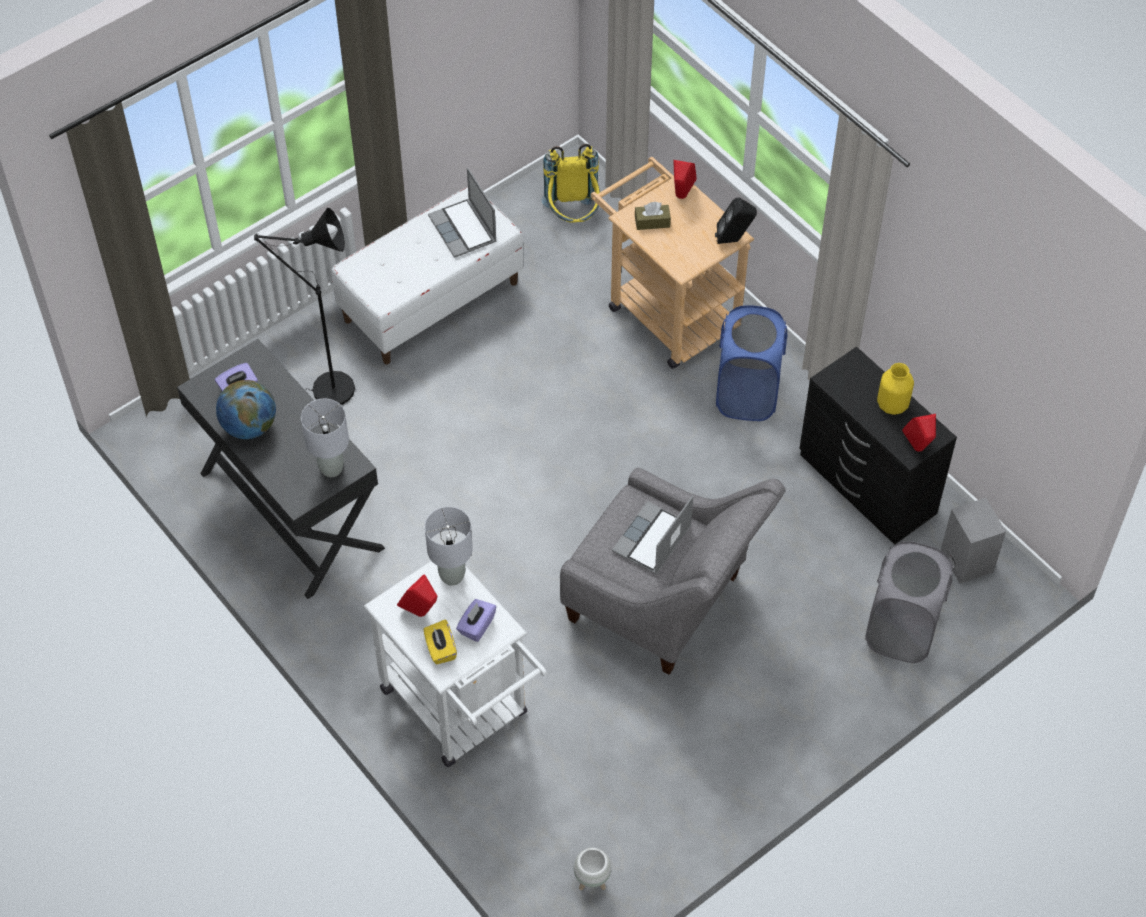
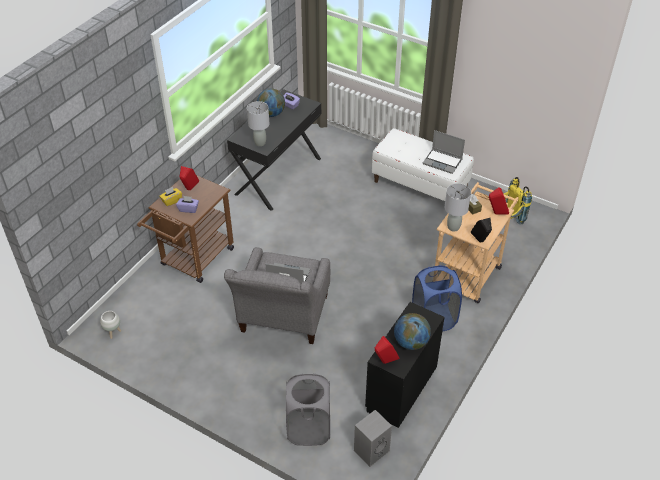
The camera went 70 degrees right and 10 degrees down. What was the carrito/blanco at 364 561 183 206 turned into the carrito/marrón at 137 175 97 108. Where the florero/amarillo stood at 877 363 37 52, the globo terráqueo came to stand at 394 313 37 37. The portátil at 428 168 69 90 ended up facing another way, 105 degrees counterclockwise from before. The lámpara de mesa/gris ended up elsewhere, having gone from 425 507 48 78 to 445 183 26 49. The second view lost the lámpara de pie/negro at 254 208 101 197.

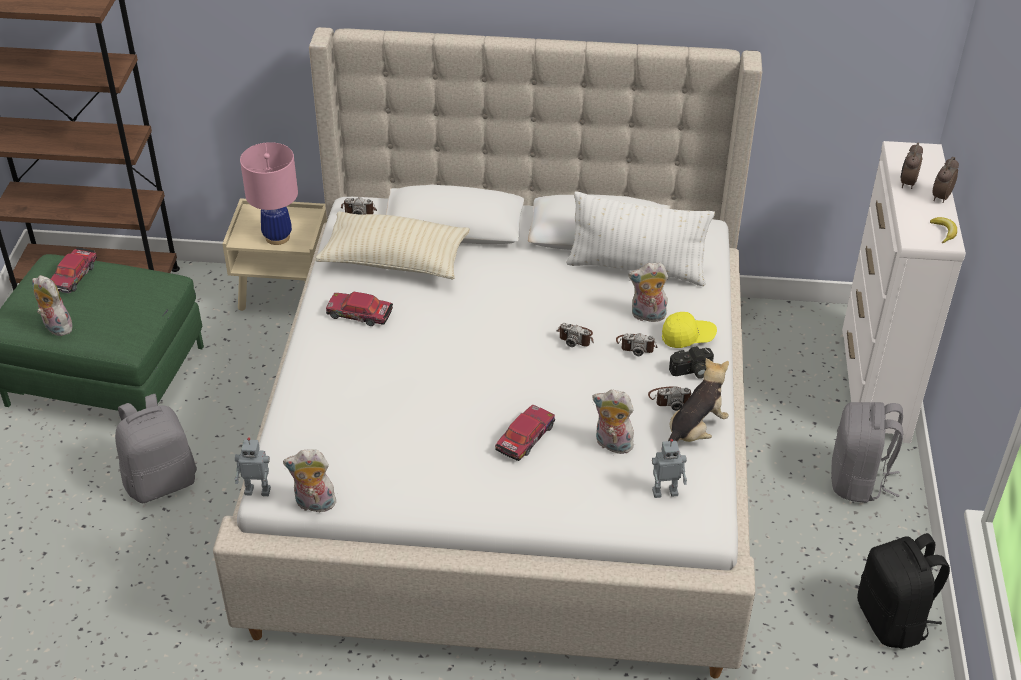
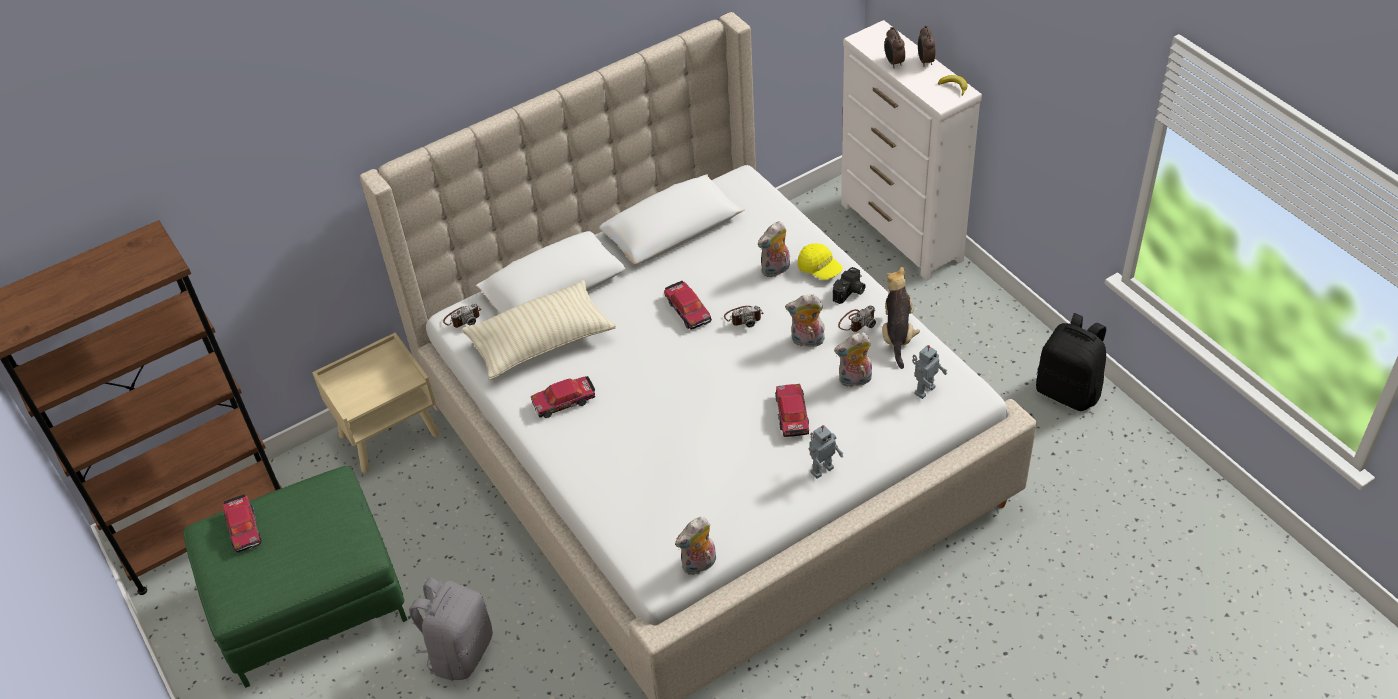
The camera went 35 degrees left and 5 degrees up. The second view gained the coche de juguete at 664 281 48 49. The peluche ended up elsewhere, having gone from 32 275 41 61 to 785 294 40 53. The gorra/amarillo at 662 312 55 36 ended up facing another way, 90 degrees clockwise from before. The robot de juguete ended up elsewhere, having gone from 235 437 36 59 to 809 425 35 54. The second view lost the lámpara de mesa/rosa at 240 142 58 103. The second view lost the cojín/blanco at 566 191 149 95. The second view lost the cámara at 616 333 42 23. The second view lost the mochila/gris at 831 402 72 101.

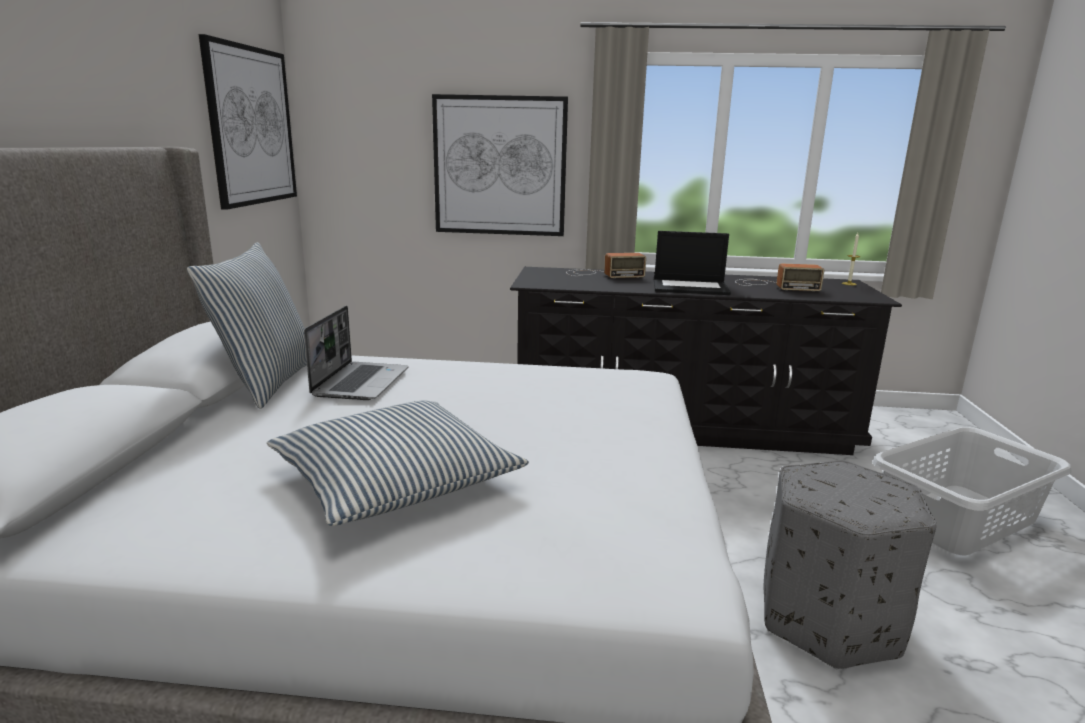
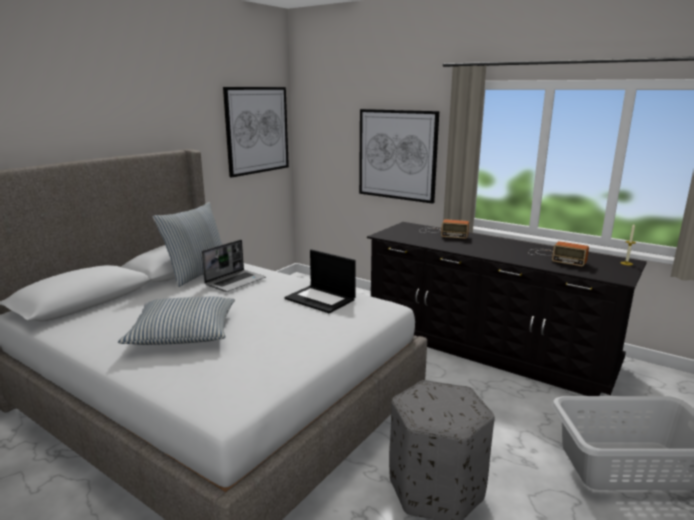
The camera went 30 degrees right and 0 degrees up. The portátil ended up elsewhere, having gone from 654 231 77 64 to 285 249 71 64.

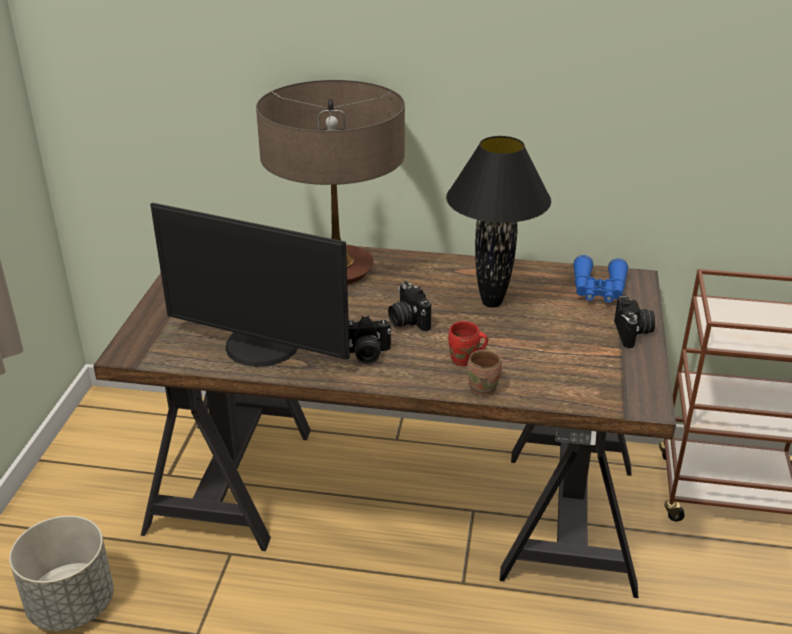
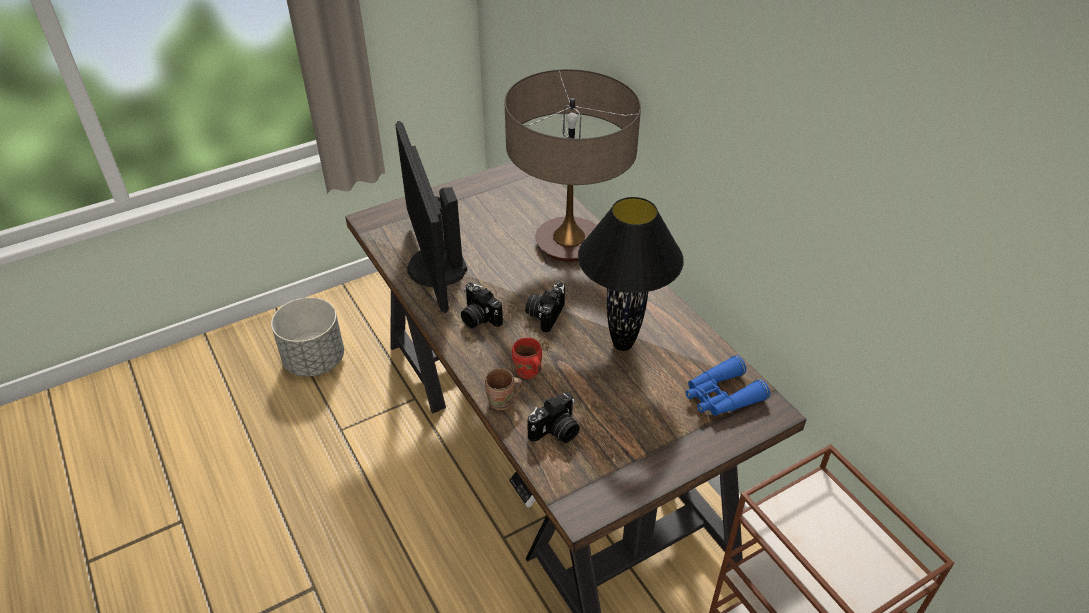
The camera went 50 degrees right and 10 degrees up. The cámara ended up elsewhere, having gone from 614 295 41 53 to 527 392 53 51.

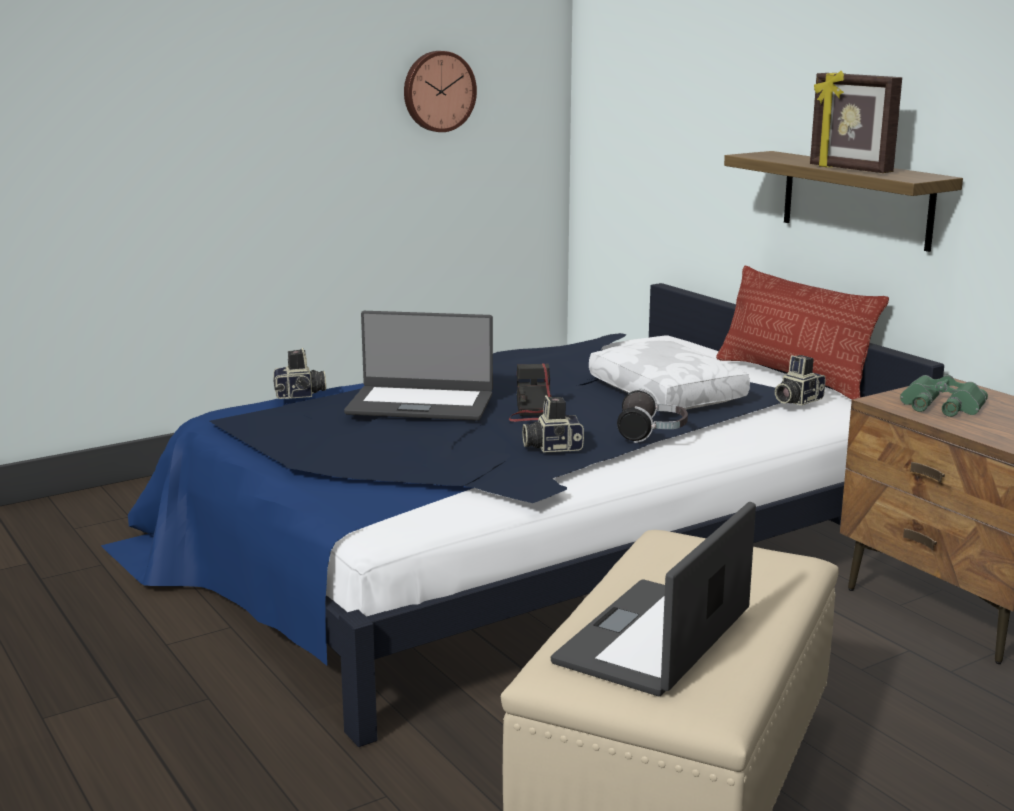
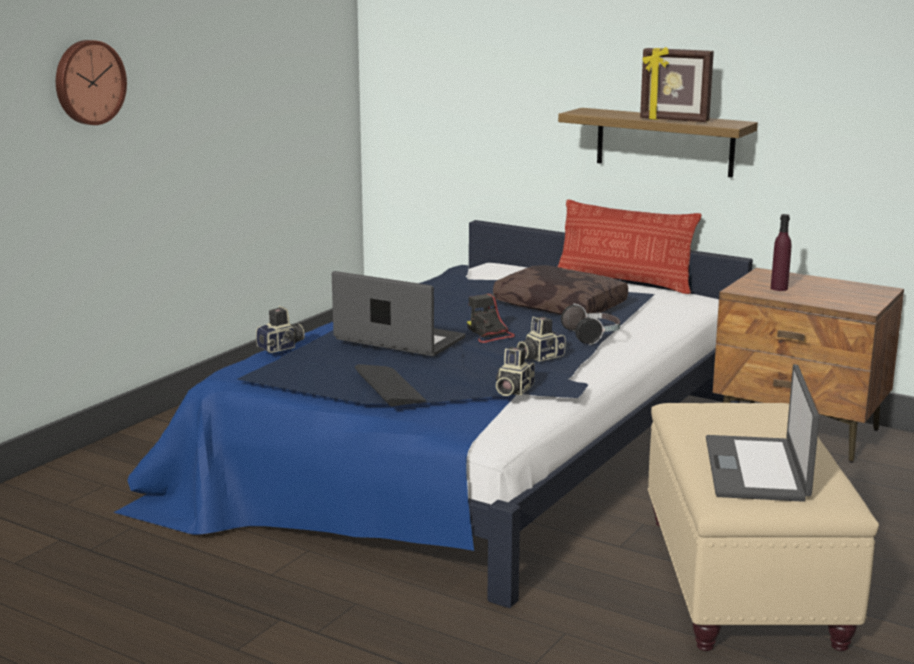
The camera went 25 degrees left and 0 degrees up. The reloj de pared ended up elsewhere, having gone from 404 51 73 81 to 56 40 71 85. The portátil at 344 311 149 110 ended up facing another way, 135 degrees counterclockwise from before. The second view gained the teclado at 355 364 71 42. What was the cojín/blanco at 589 340 161 70 turned into the cojín/marrón at 493 265 135 50. The cámara ended up elsewhere, having gone from 775 355 51 51 to 496 347 39 49. Where the prismáticos/verde stood at 900 375 88 42, the botella/morado came to stand at 771 214 20 77.

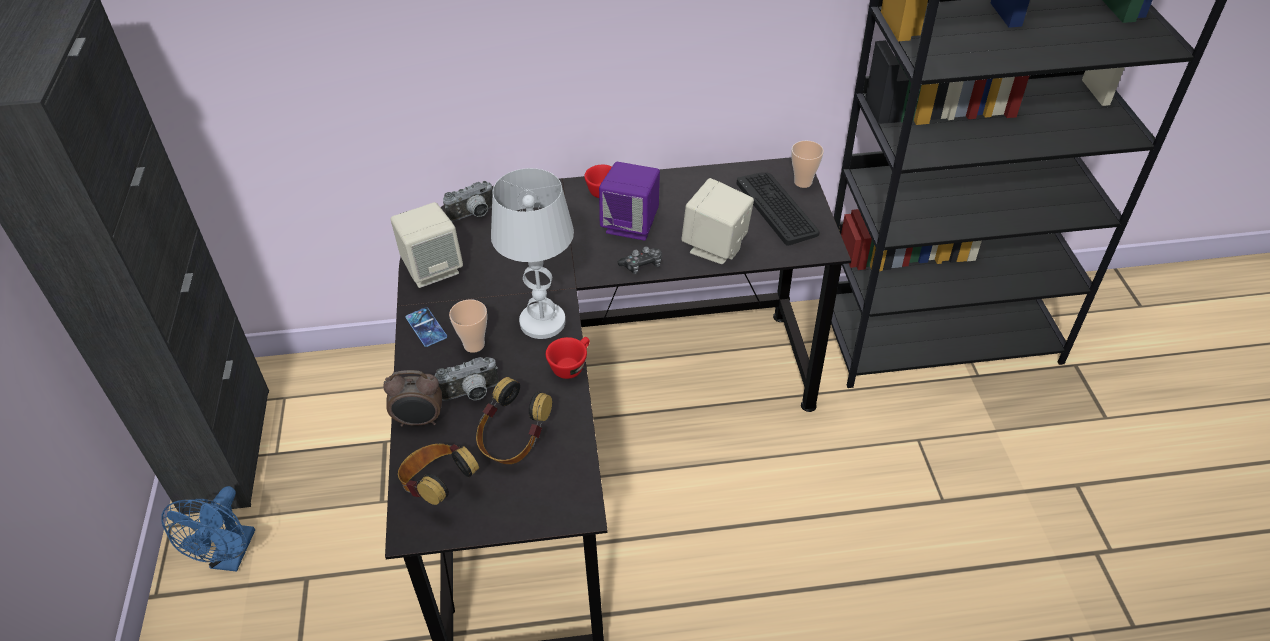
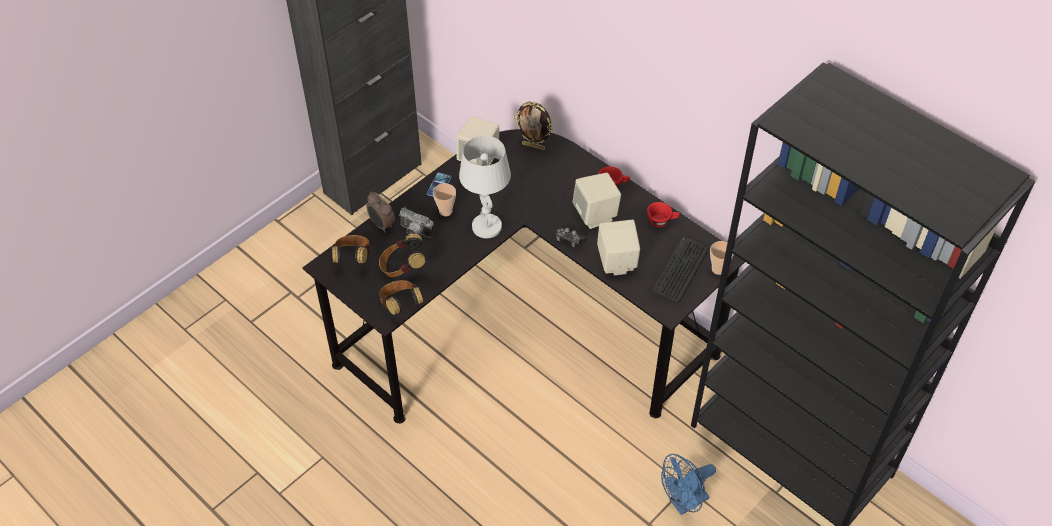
The camera went 50 degrees right and 5 degrees up. The second view gained the auriculares at 379 280 44 35. Where the cámara stood at 443 181 50 41, the portarretratos came to stand at 514 102 39 48. What was the altavoz/morado at 599 162 61 79 turned into the altavoz/beis at 573 173 48 56. The taza/rojo ended up elsewhere, having gone from 546 337 44 42 to 647 202 33 25. The ventilador/azul ended up elsewhere, having gone from 161 486 94 86 to 661 454 55 61.

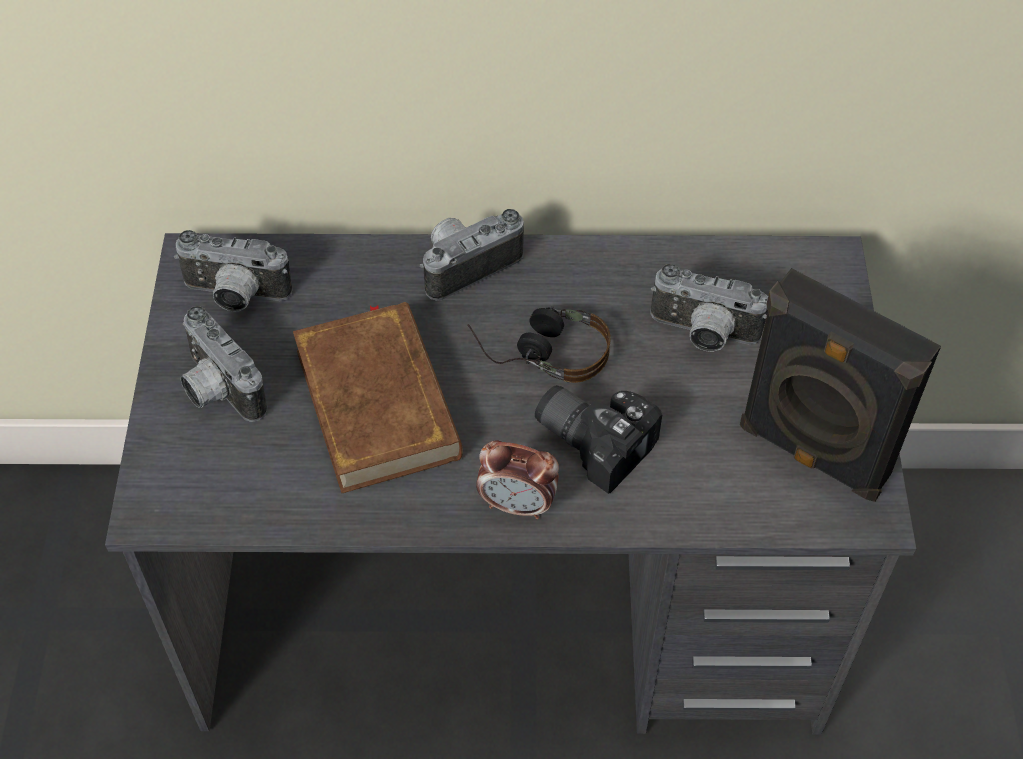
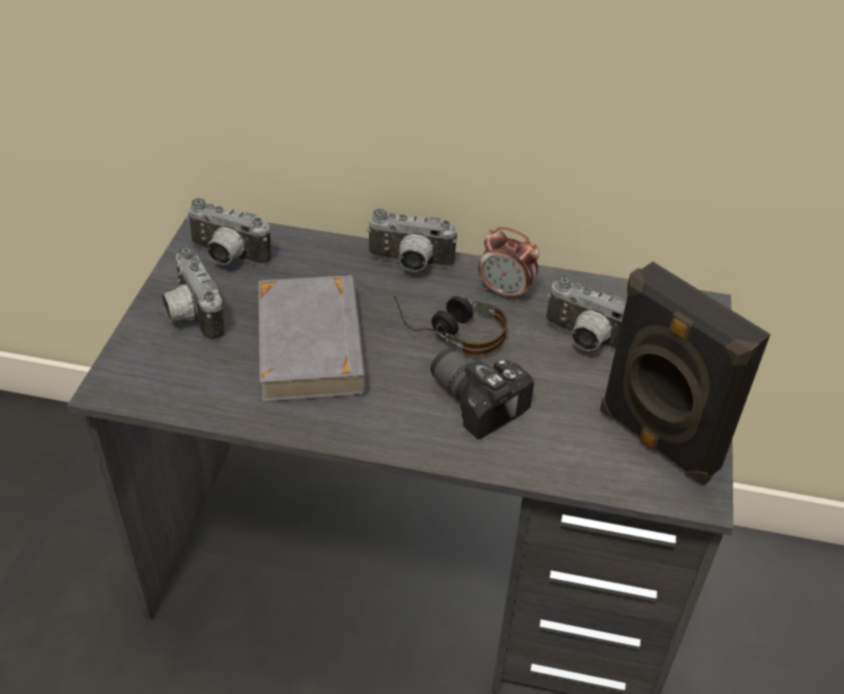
The camera went 10 degrees right and 10 degrees down. What was the libro/marrón at 293 302 170 191 turned into the libro/gris at 258 275 108 127. The cámara at 420 209 104 92 ended up facing another way, 150 degrees counterclockwise from before. The despertador ended up elsewhere, having gone from 476 441 83 78 to 478 227 61 75.

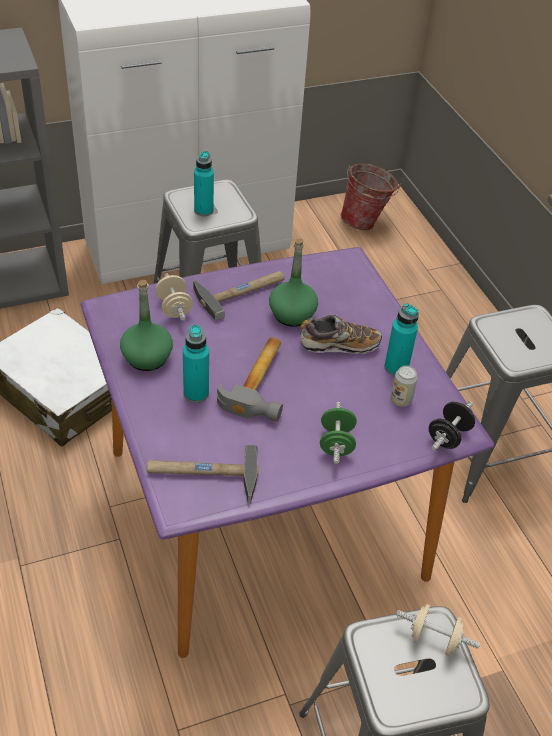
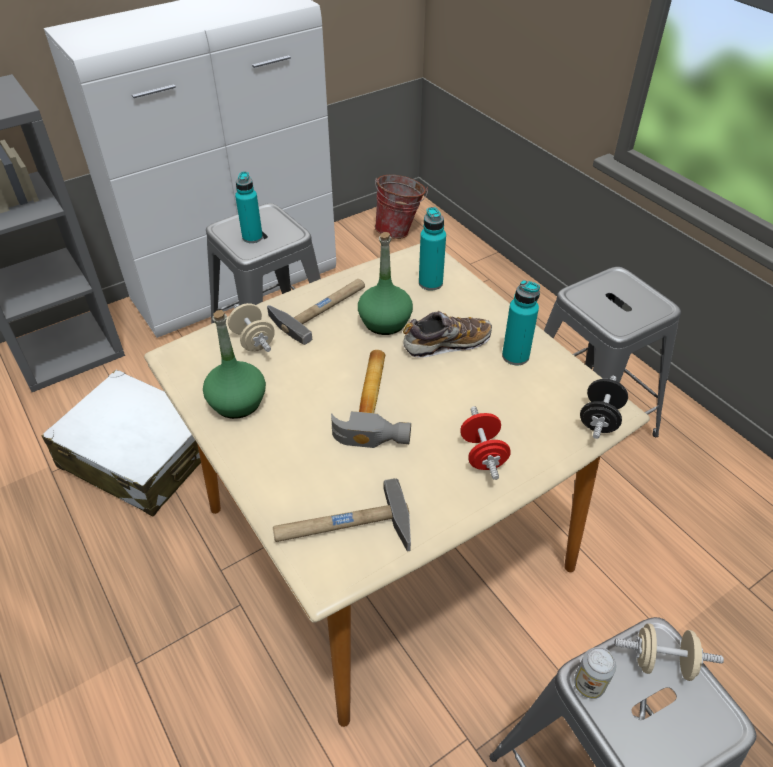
The camera went 10 degrees left and 0 degrees up. What was the mesa de comedor/morado at 81 247 413 411 turned into the mesa de comedor/beis at 144 244 506 483. The botella/turquesa ended up elsewhere, having gone from 183 324 26 79 to 419 207 27 84. What was the mancuerna/verde at 320 402 37 62 turned into the mancuerna/rojo at 460 406 51 74. The lata ended up elsewhere, having gone from 391 366 27 41 to 574 647 42 52.

